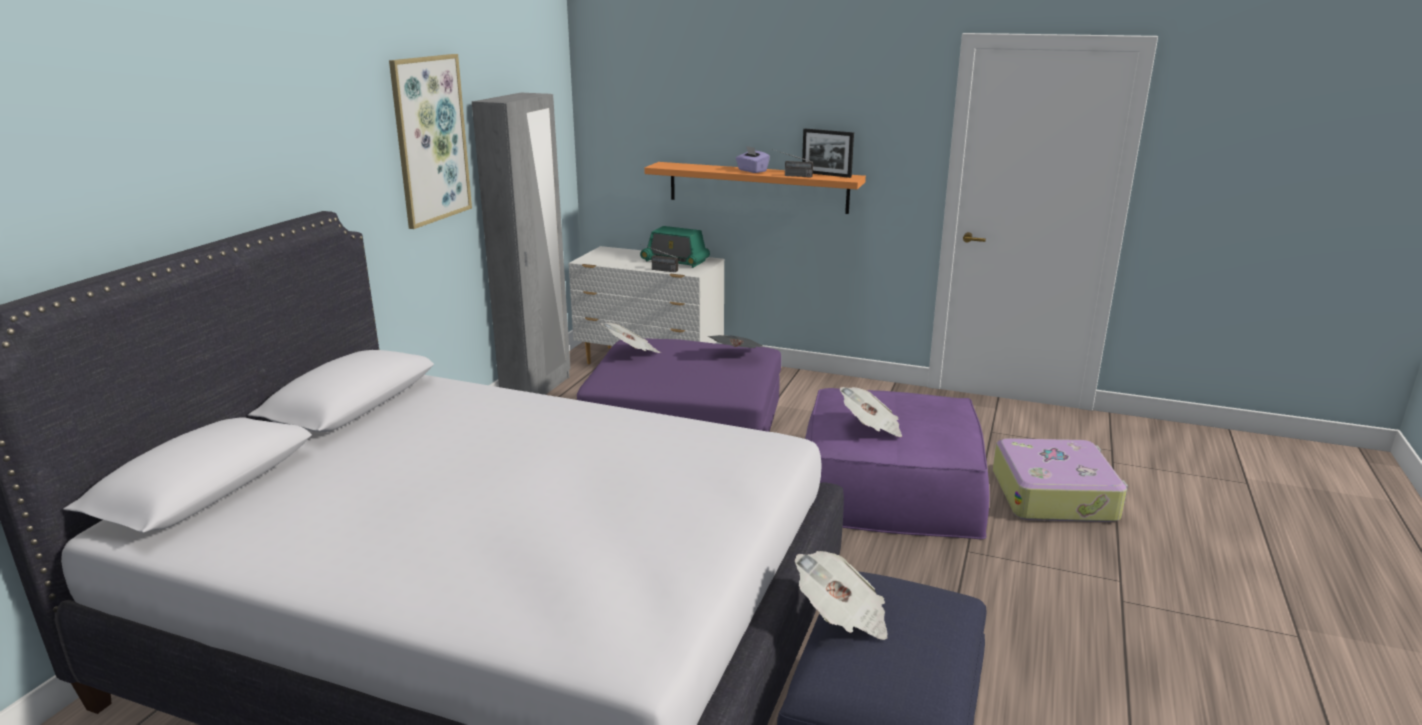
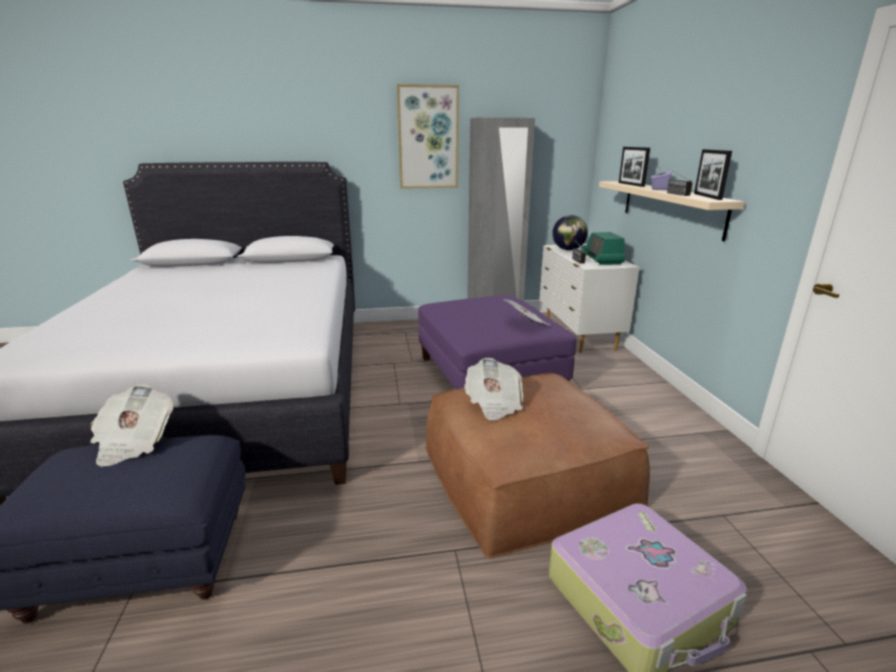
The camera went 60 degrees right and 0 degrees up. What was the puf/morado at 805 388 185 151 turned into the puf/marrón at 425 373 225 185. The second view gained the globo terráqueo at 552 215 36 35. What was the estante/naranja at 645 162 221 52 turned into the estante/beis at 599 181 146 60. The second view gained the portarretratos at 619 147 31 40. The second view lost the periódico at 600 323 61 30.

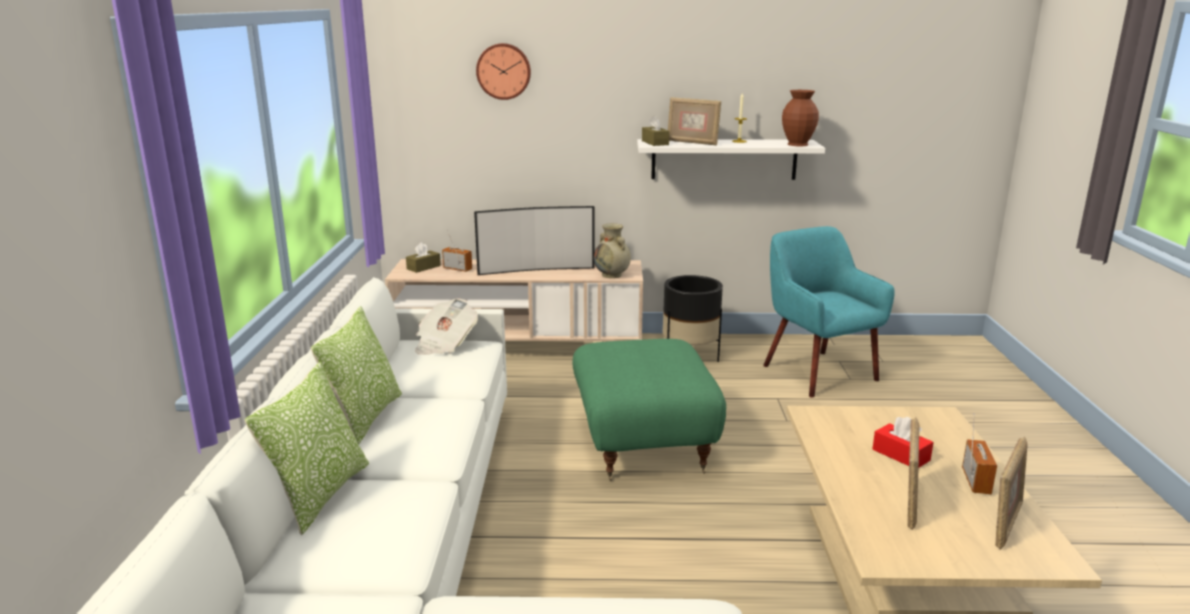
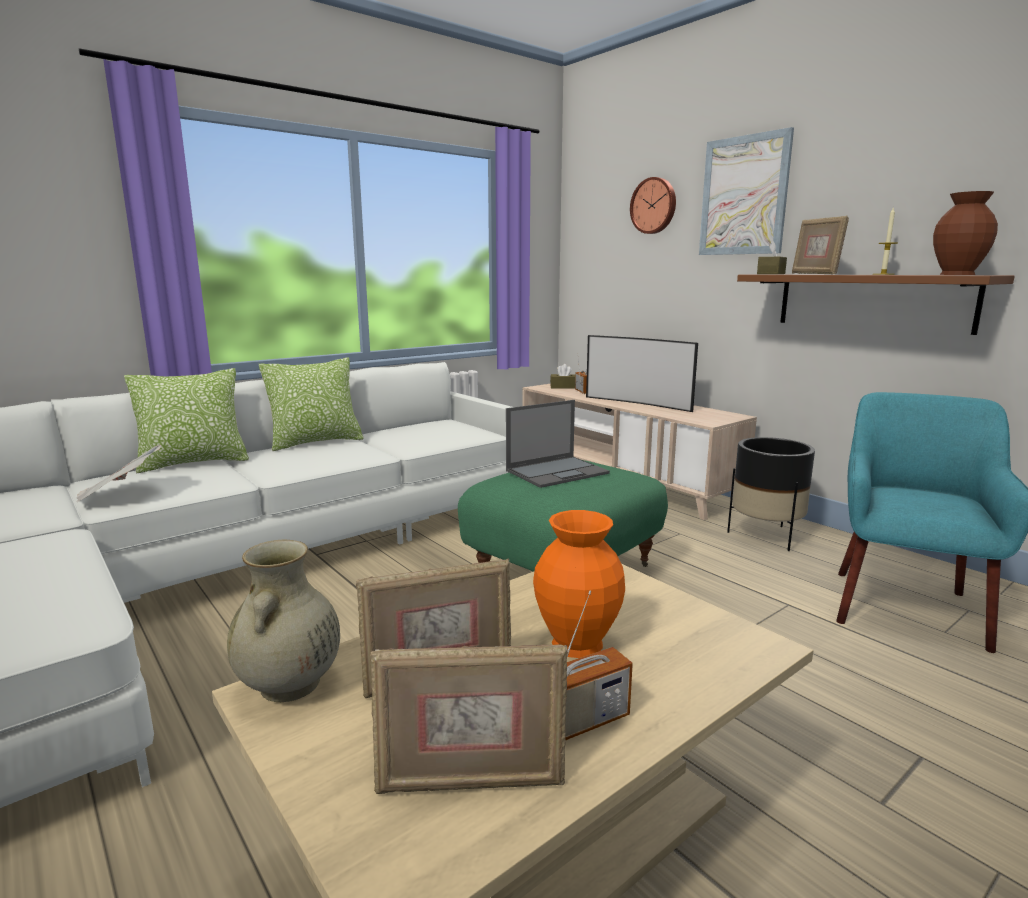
The camera went 50 degrees right and 5 degrees down. The periódico ended up elsewhere, having gone from 415 298 63 57 to 77 445 84 57. The florero/beis ended up elsewhere, having gone from 594 223 37 55 to 227 540 113 162. The second view gained the portátil at 506 400 104 88. Where the caja de pañuelos/rojo stood at 873 417 61 50, the florero/naranja came to stand at 533 510 92 148. The second view gained the cuadro at 699 127 95 128. What was the estante/blanco at 637 139 188 41 turned into the estante/marrón at 737 274 278 61.

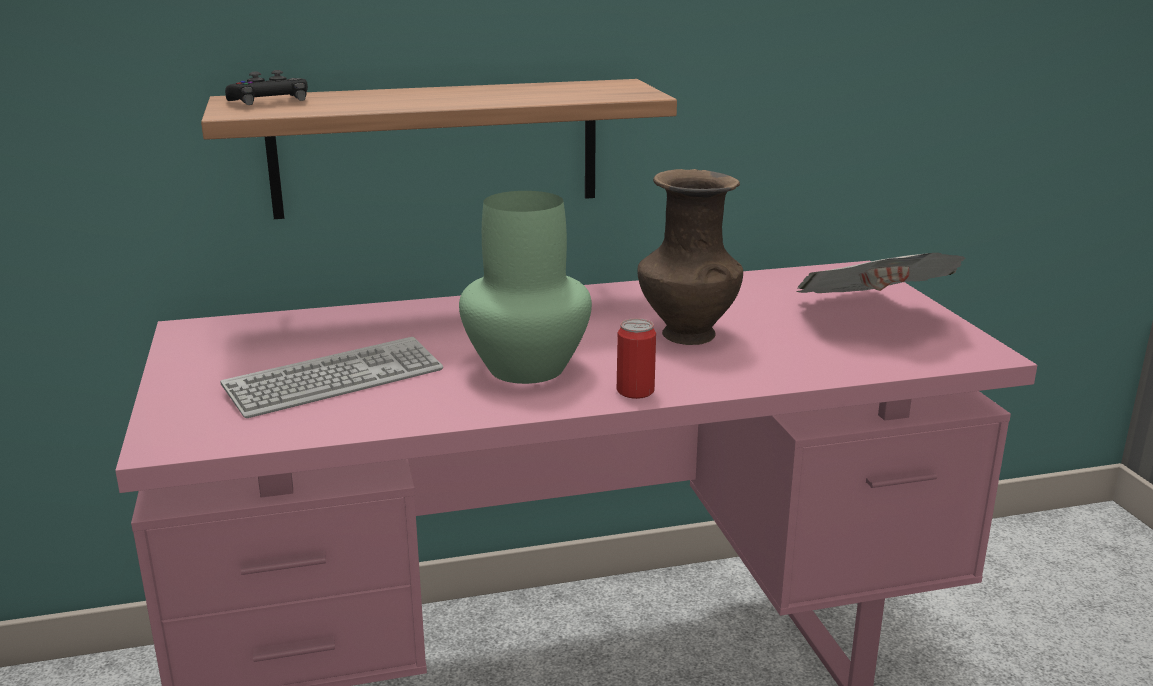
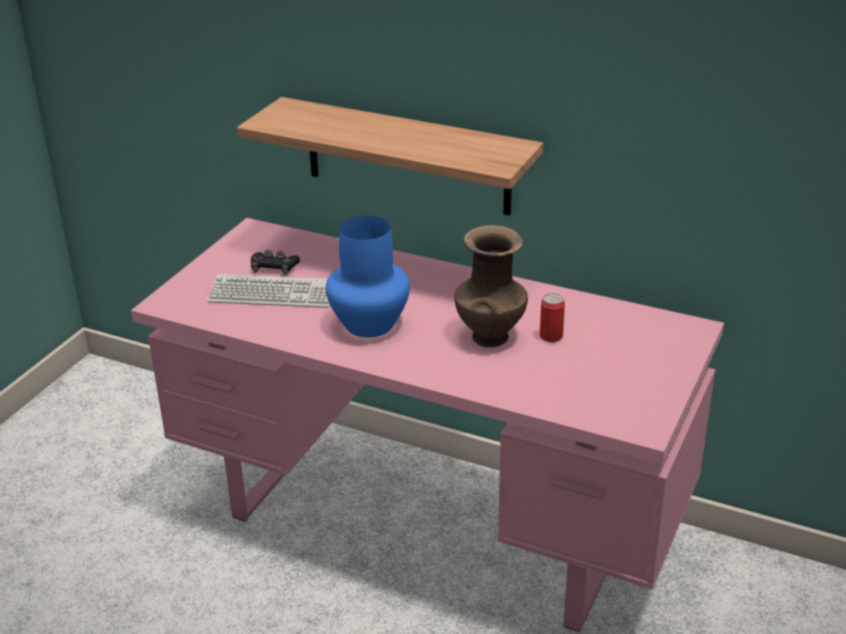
The camera went 40 degrees right and 10 degrees up. The mando de consola/negro ended up elsewhere, having gone from 225 70 83 35 to 251 250 49 26. What was the florero/verde at 459 191 133 193 turned into the florero/azul at 326 216 84 122. The lata ended up elsewhere, having gone from 617 318 39 81 to 540 293 25 49. The second view lost the periódico at 796 253 170 40.

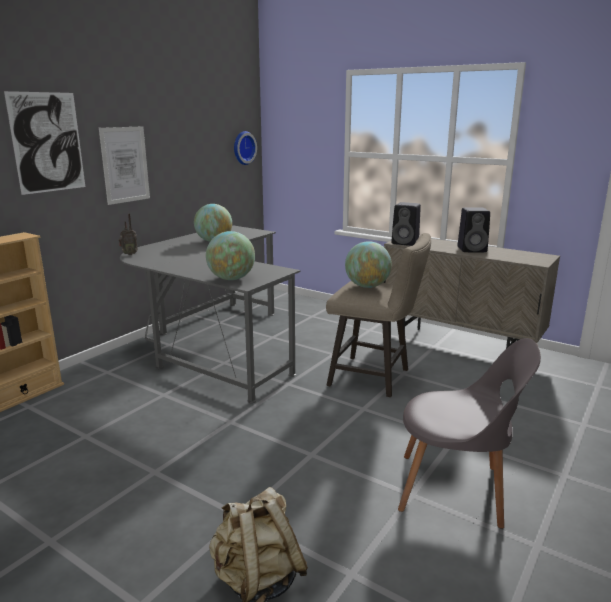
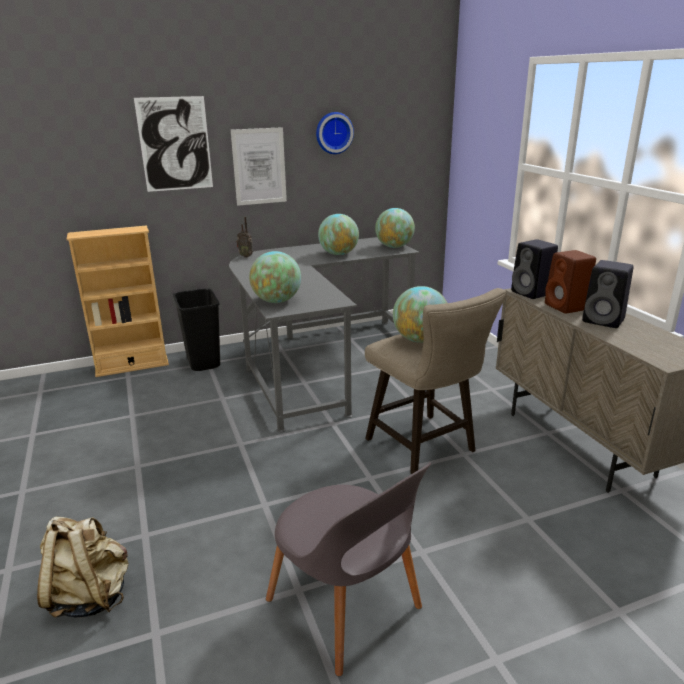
The camera went 35 degrees right and 5 degrees up. The second view gained the papelera/negro at 173 288 47 83. The reloj de pared ended up elsewhere, having gone from 234 131 23 34 to 316 112 38 42. The second view gained the globo terráqueo at 375 208 40 40. The second view gained the altavoz/marrón at 545 250 51 64.

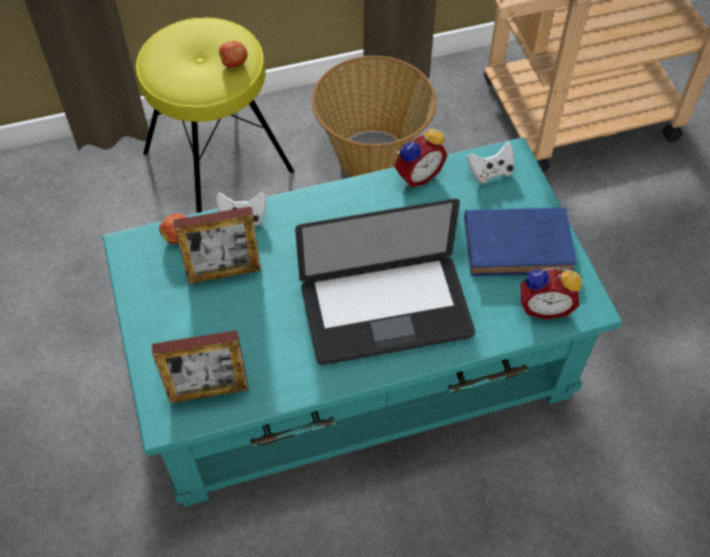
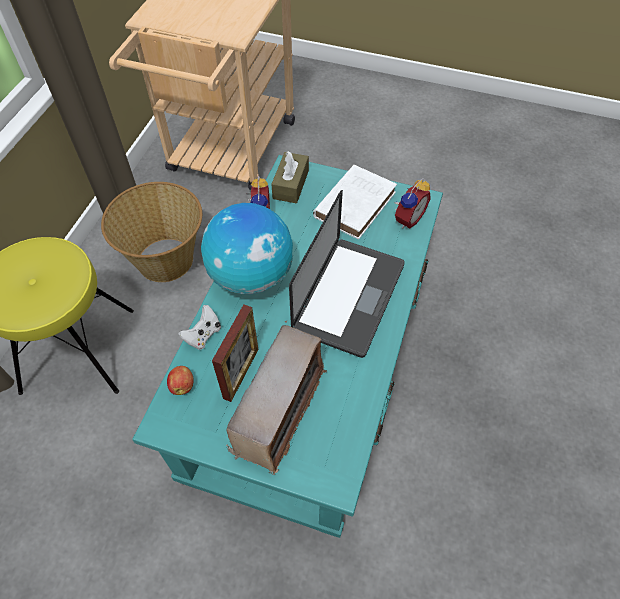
The camera went 55 degrees left and 0 degrees up. The second view gained the globo terráqueo at 201 203 92 91. The second view gained the radio at 226 321 101 154. Where the mando de consola/blanco stood at 467 142 47 42, the caja de pañuelos/marrón came to stand at 271 151 38 53. What was the libro/azul at 464 208 113 68 turned into the libro/blanco at 313 165 84 74. The second view lost the portarretratos at 152 330 96 73. The second view lost the manzana at 219 41 28 26.

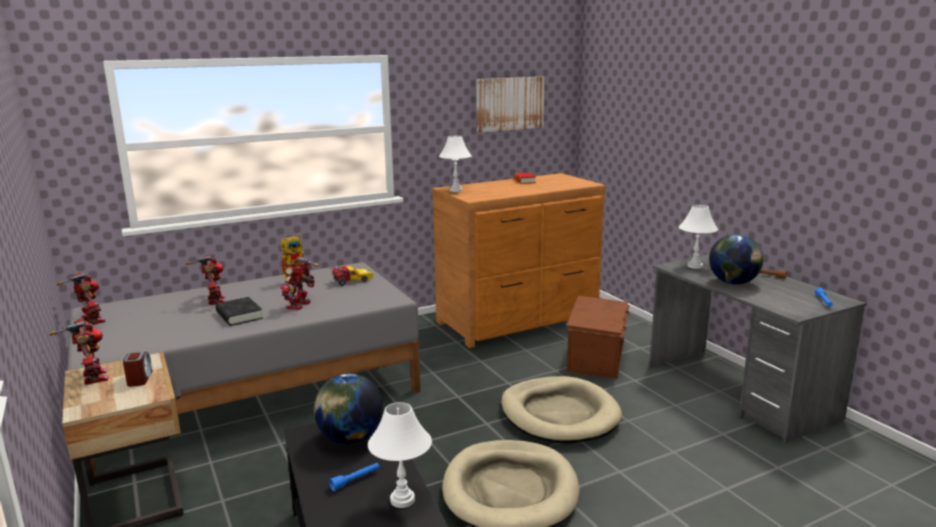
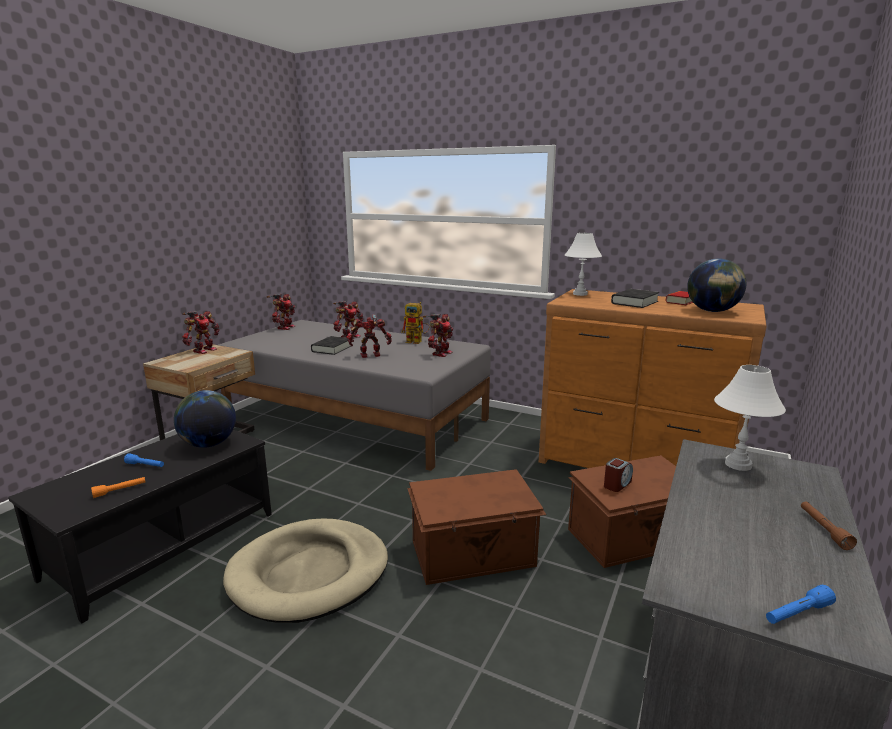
The camera went 55 degrees right and 0 degrees up. Where the lámpara de mesa/blanco stood at 368 402 64 106, the linterna/naranja came to stand at 91 477 54 21. Where the cama para perro/beis stood at 501 376 121 67, the caja de almacenaje/marrón came to stand at 407 469 140 116. Where the coche de juguete stood at 332 266 41 20, the robot de juguete came to stand at 423 314 30 43. The despertador ended up elsewhere, having gone from 123 352 29 35 to 604 458 29 34. The second view gained the libro/negro at 611 289 48 19. The globo terráqueo ended up elsewhere, having gone from 709 234 55 50 to 687 259 59 53. The second view lost the cuadro at 476 77 68 56.

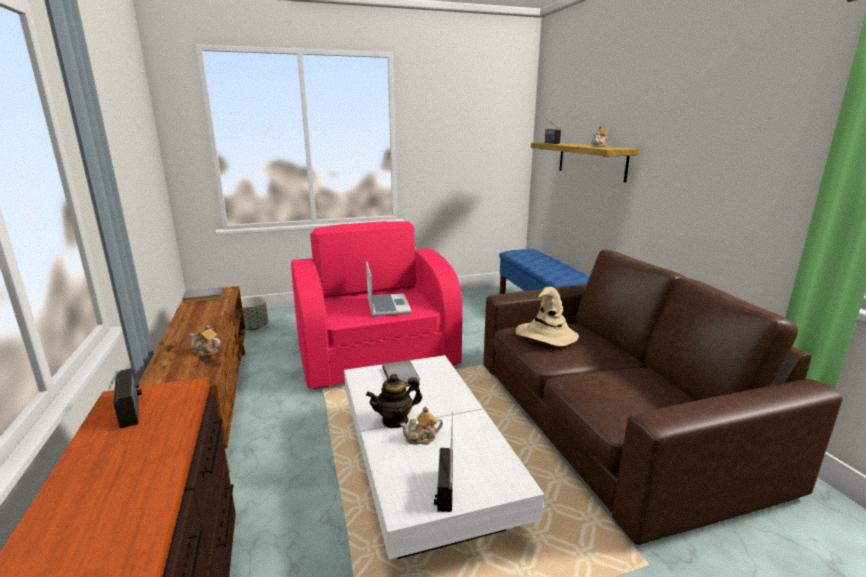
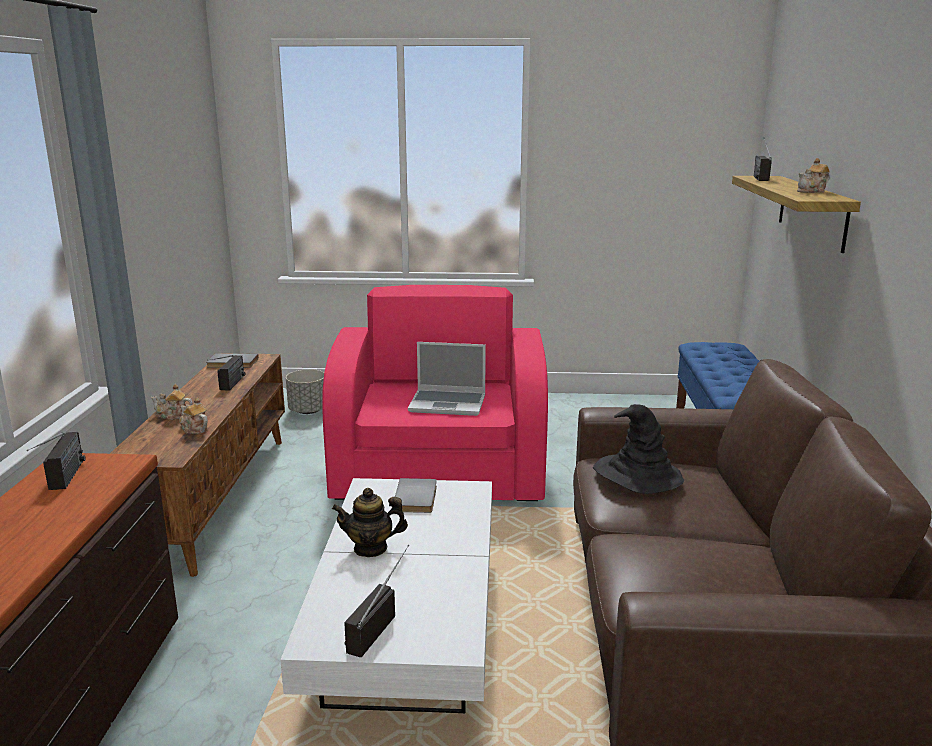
The camera went 20 degrees right and 0 degrees up. The tetera ended up elsewhere, having gone from 400 406 43 39 to 151 384 42 36. The second view gained the radio at 207 355 39 35. The portátil at 366 262 46 55 ended up facing another way, 90 degrees clockwise from before. What was the sombrero/beis at 516 287 63 59 turned into the sombrero/negro at 593 404 91 90.

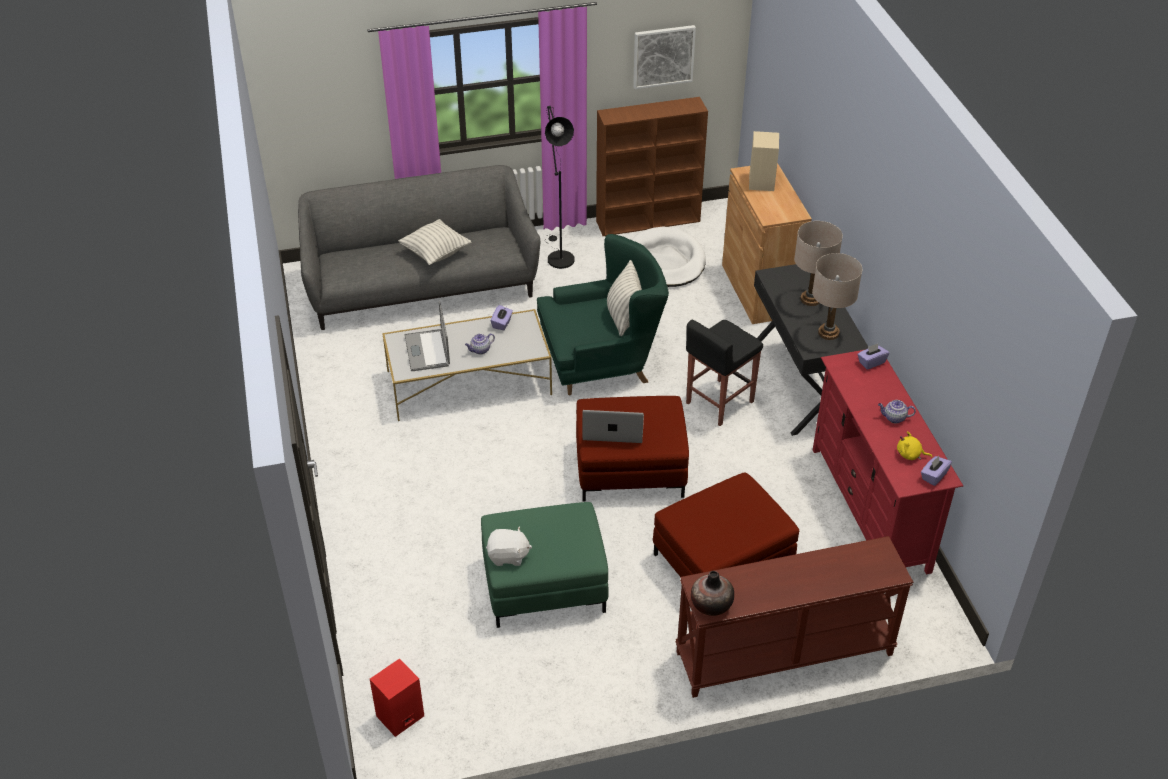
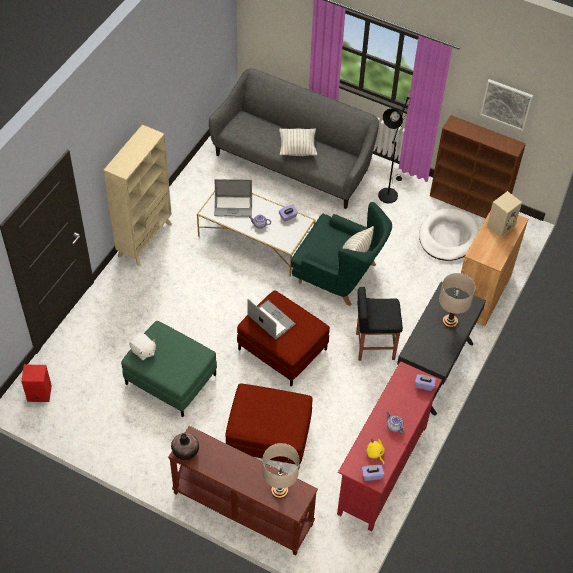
The camera went 40 degrees right and 10 degrees up. The second view gained the estantería/beis at 103 125 69 141. The portátil at 404 301 46 70 ended up facing another way, 120 degrees counterclockwise from before. The lámpara de mesa/beis ended up elsewhere, having gone from 812 253 50 87 to 262 443 37 56.

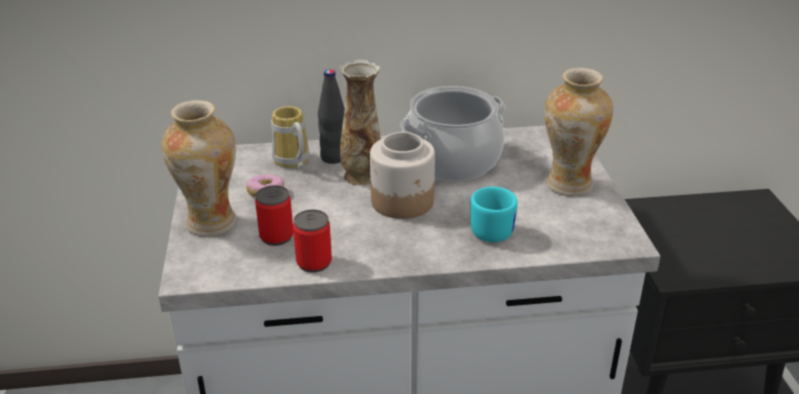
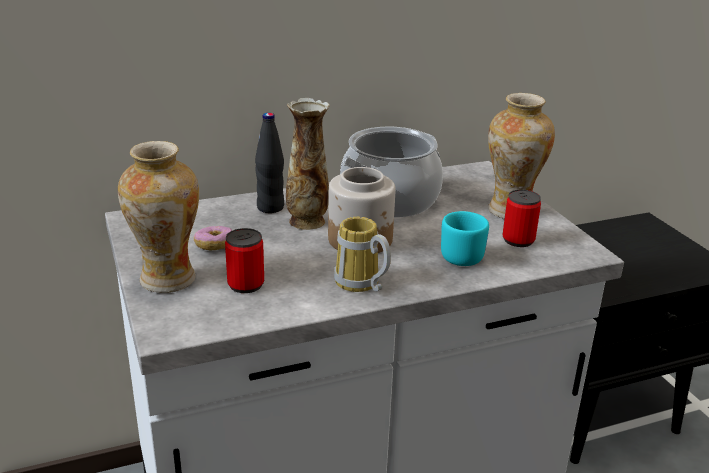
The camera went 15 degrees left and 5 degrees down. The taza grande ended up elsewhere, having gone from 271 106 39 63 to 334 217 57 75. The lata ended up elsewhere, having gone from 293 210 39 63 to 503 190 38 57.

